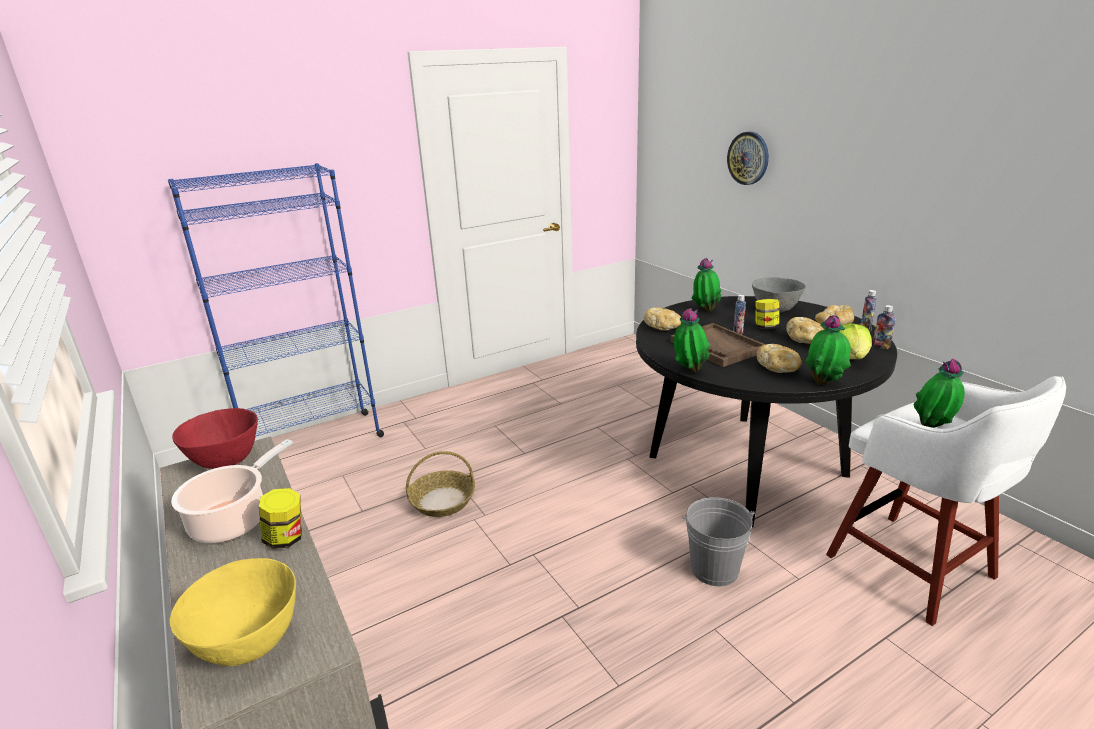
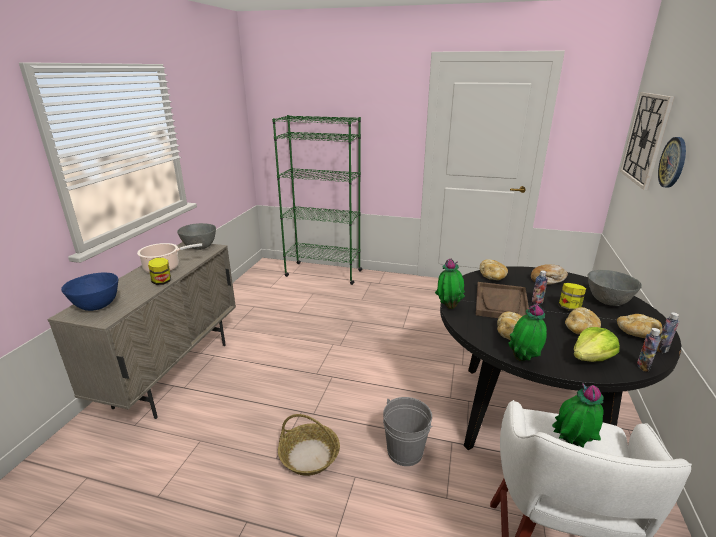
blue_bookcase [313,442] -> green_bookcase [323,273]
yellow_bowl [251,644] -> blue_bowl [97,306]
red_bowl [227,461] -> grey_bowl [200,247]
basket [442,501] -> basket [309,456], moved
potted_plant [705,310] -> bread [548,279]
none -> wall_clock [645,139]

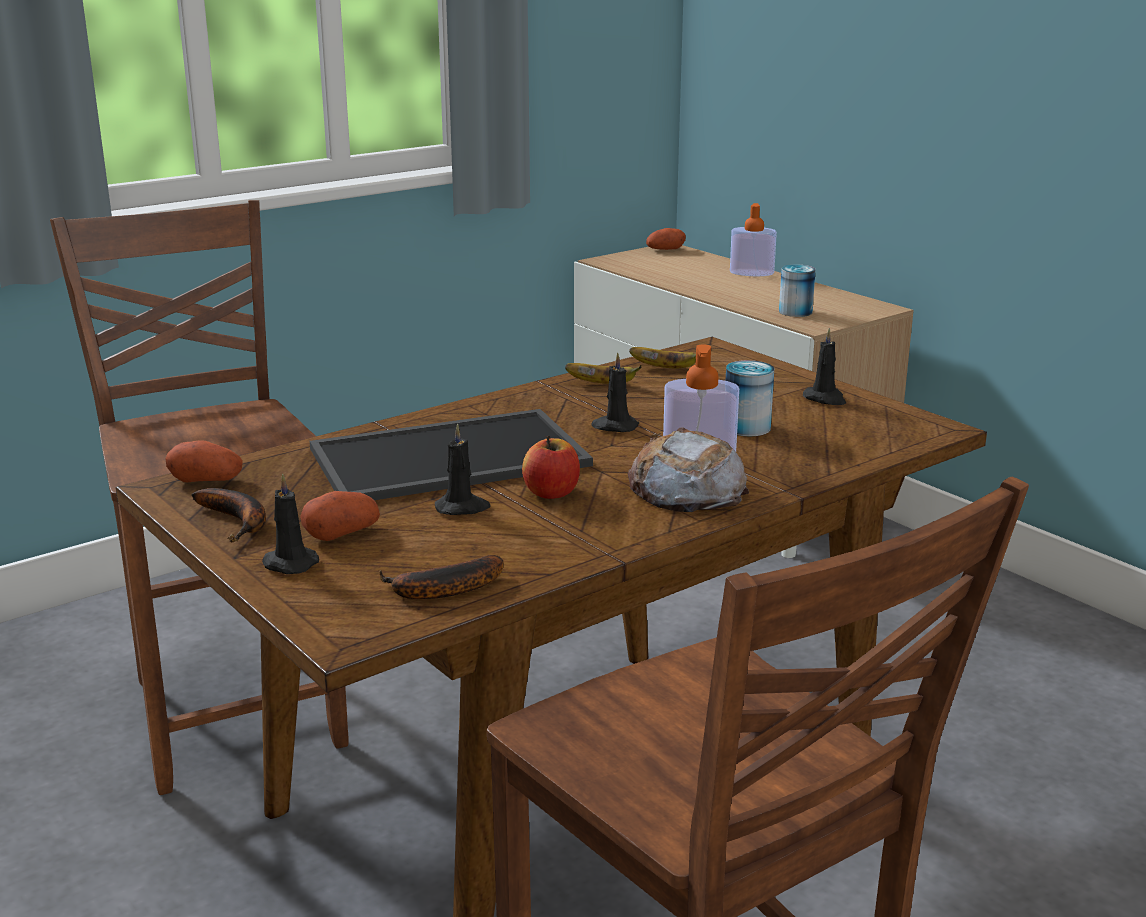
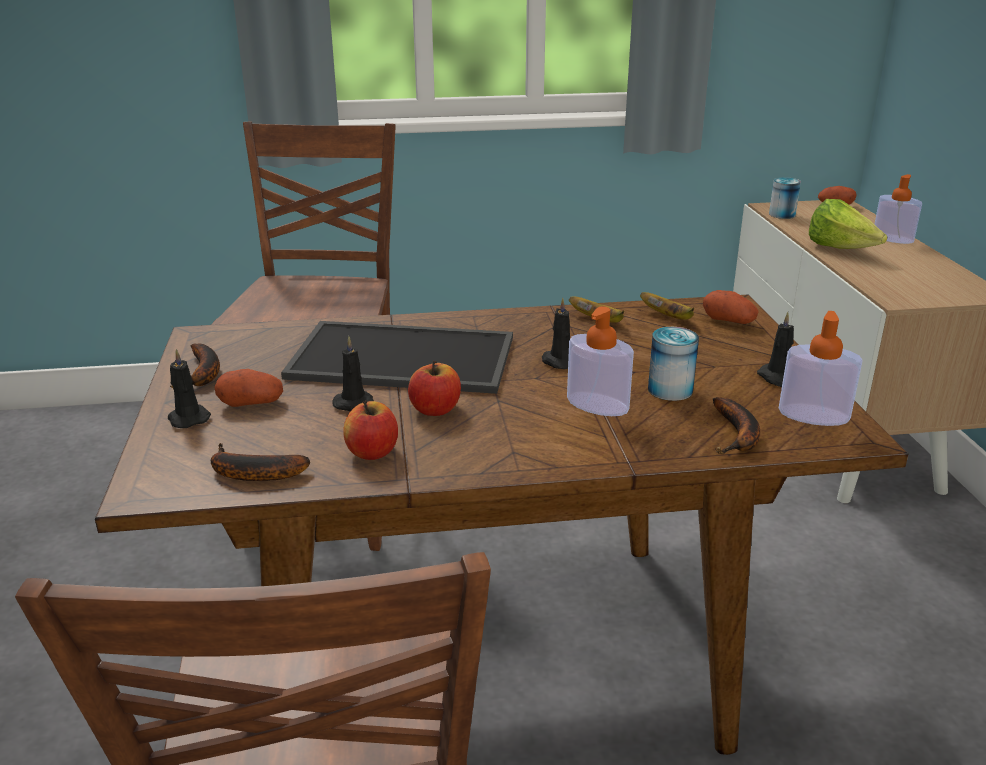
potato [206,480] -> potato [729,321], moved
bread [686,489] -> none
can [795,312] -> can [782,214], moved
none -> apple [372,452]
none -> banana [737,435]
none -> soap_dispenser [813,415]
none -> lettuce [840,249]

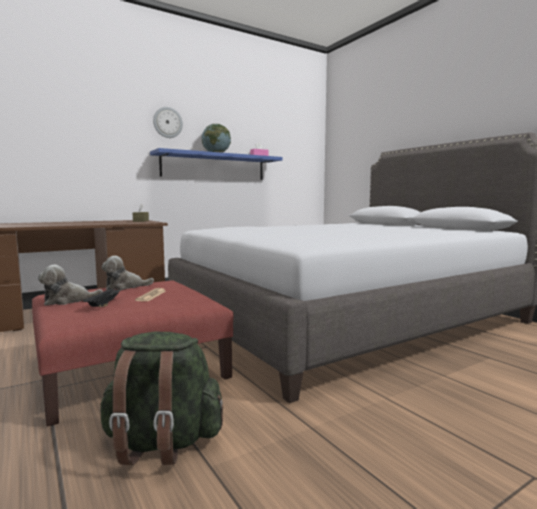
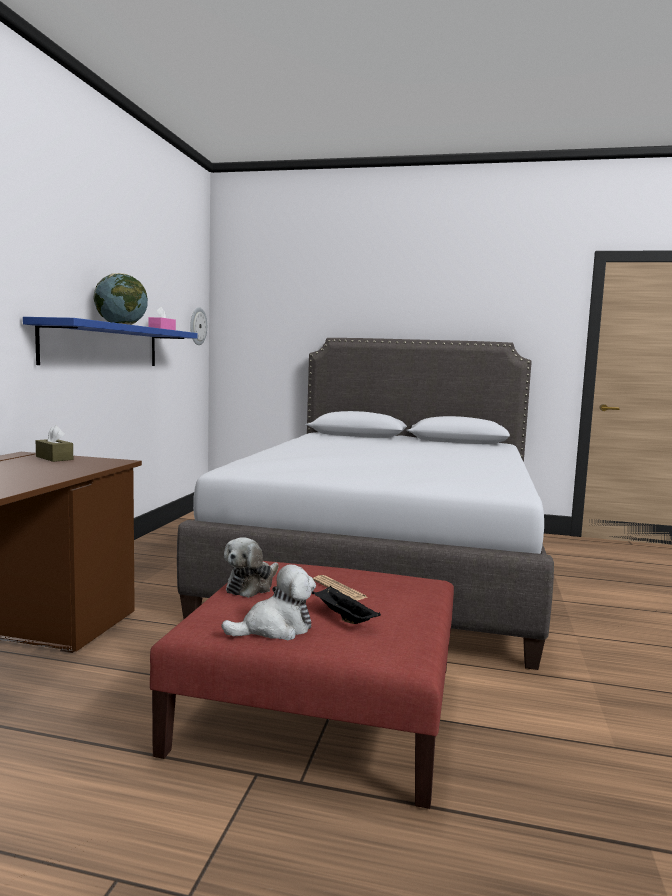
plush_toy [67,300] -> plush_toy [275,628], 135 degrees counterclockwise
green_backpack [162,443] -> none
wall_clock [167,122] -> wall_clock [197,326], moved

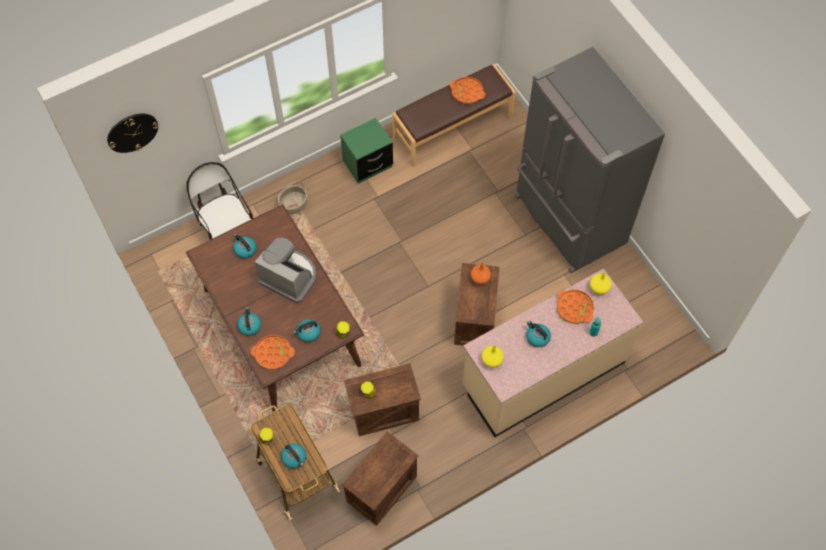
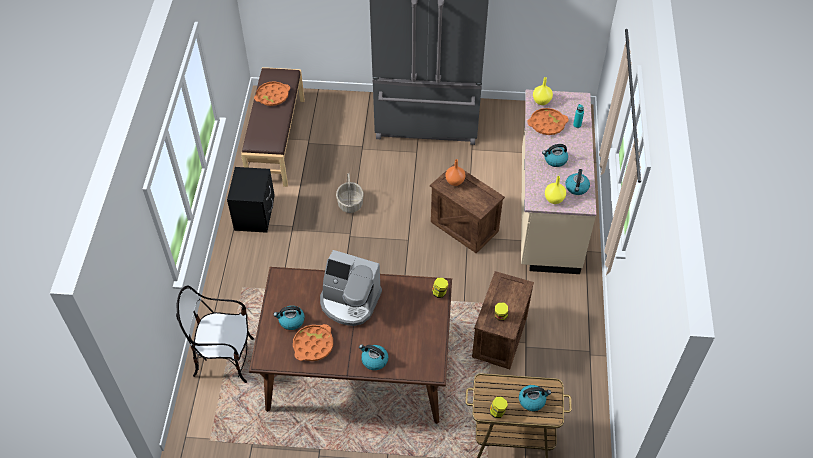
wall_clock [132,132] -> none
orange_tray [273,353] -> orange_tray [313,345], moved
coffee_machine [289,277] -> coffee_machine [349,301], 135 degrees counterclockwise
basket [294,204] -> basket [350,203], moved
kettle [308,333] -> kettle [577,188], moved
green_nightstand [367,164] -> black_nightstand [254,215]
crate [382,489] -> none

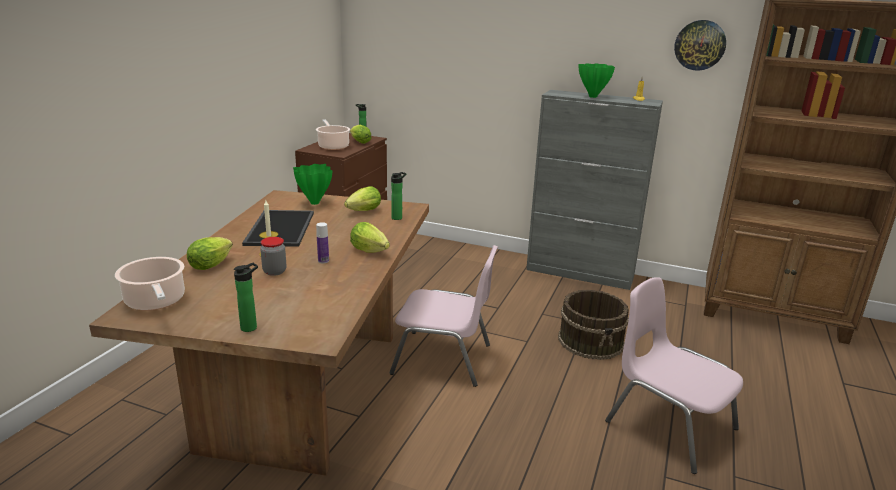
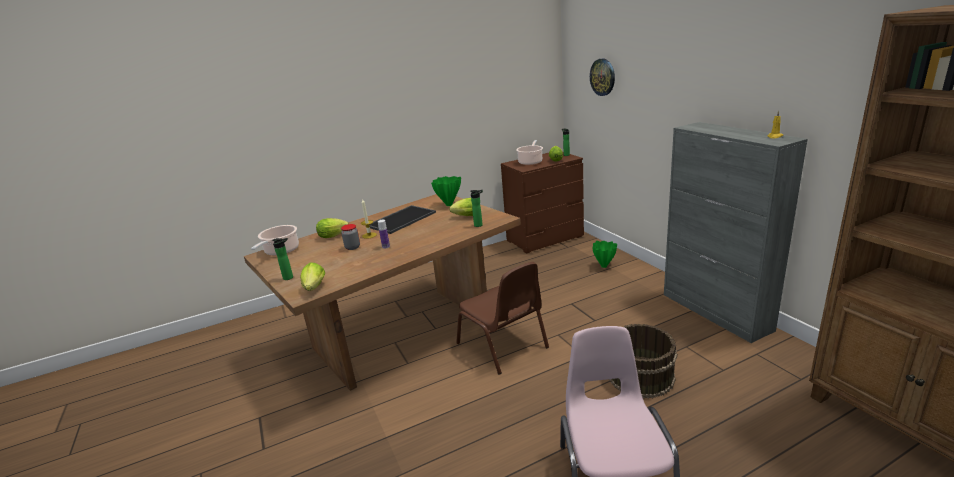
lettuce [371,252] -> lettuce [314,289], moved
pink_chair [443,359] -> brown_chair [503,346]
green_vase [593,97] -> green_vase [604,266], moved
wall_clock [700,45] -> wall_clock [602,77], moved

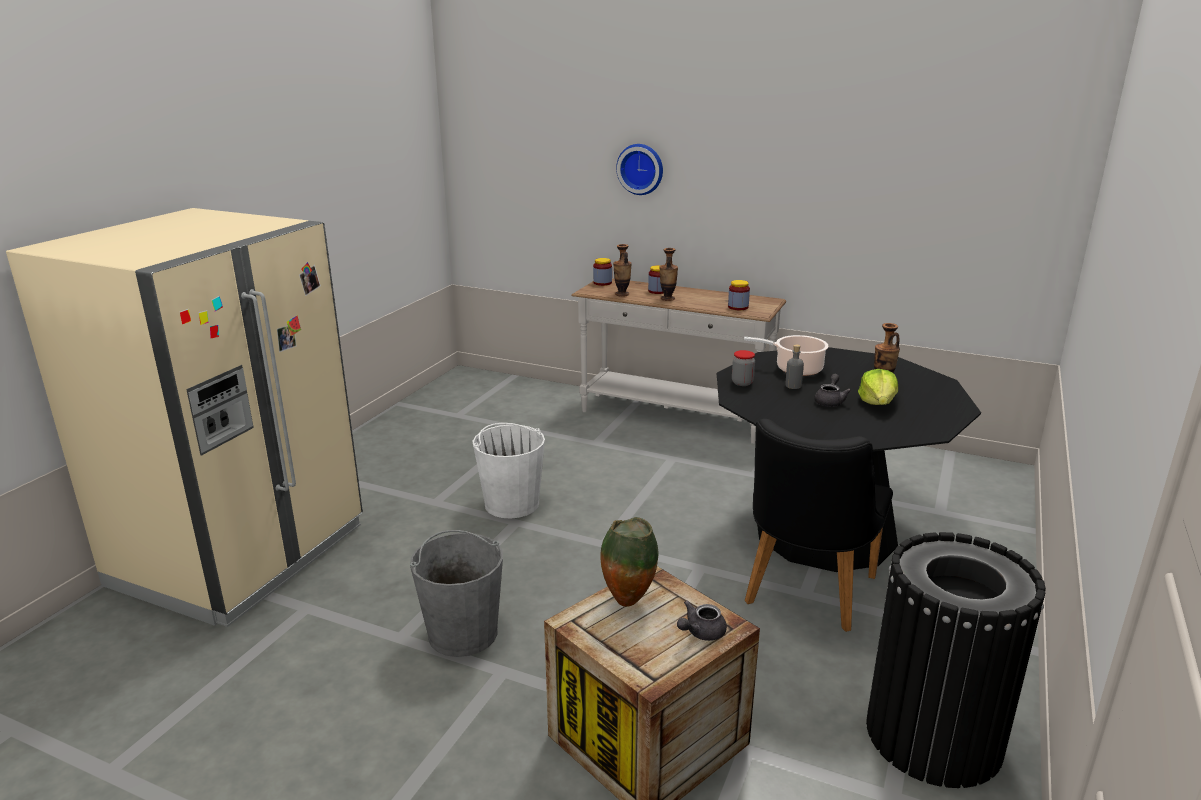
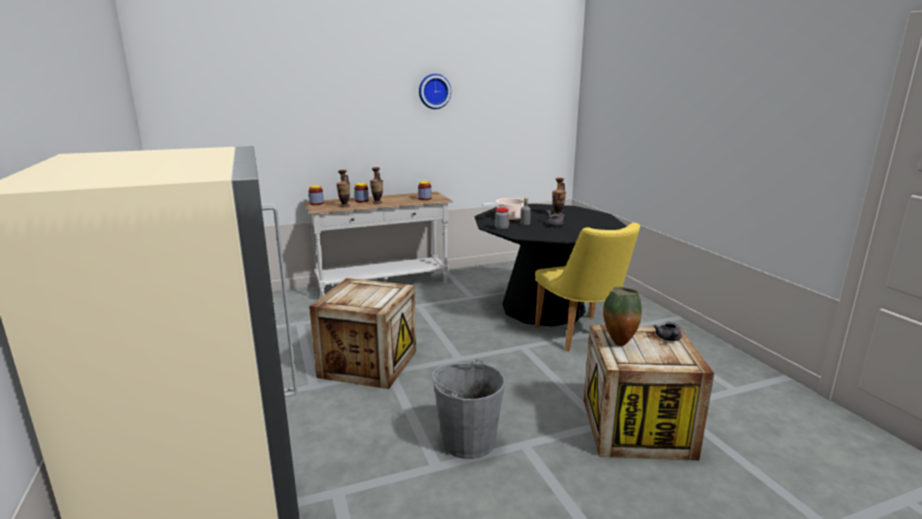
white_bucket [511,503] -> crate [368,364]
wall_clock [641,169] -> wall_clock [434,91], moved
black_chair [804,595] -> yellow_chair [582,336]
lettuce [877,403] -> none
black_trash_can [933,735] -> none

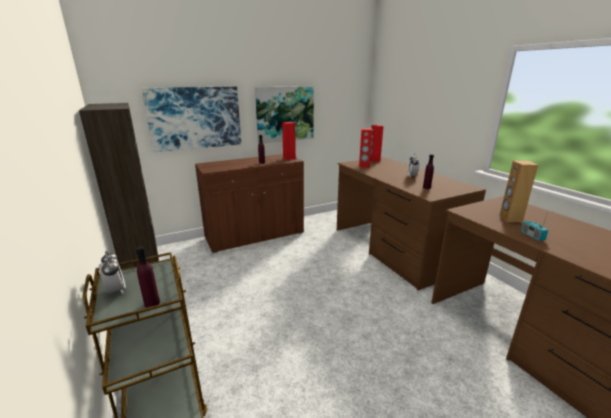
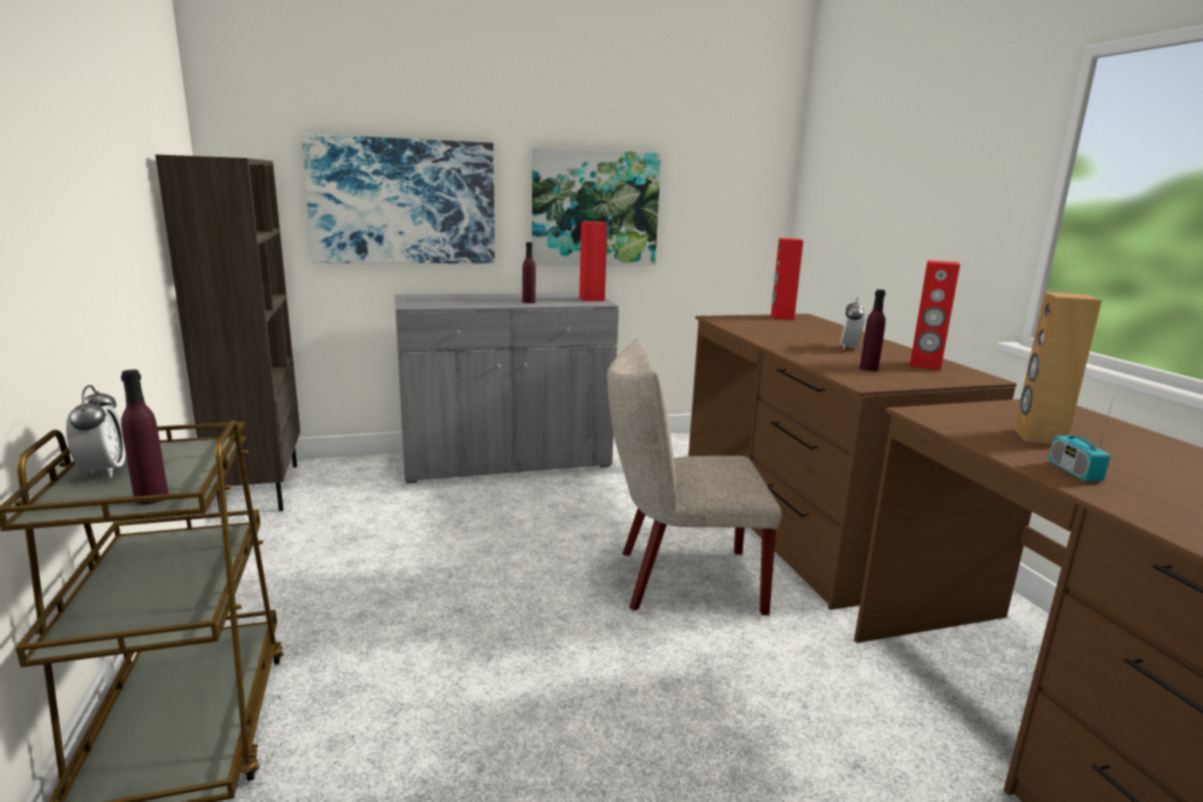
brown_cabinet [255,235] -> grey_cabinet [506,461]
red_speaker [364,166] -> red_speaker [925,365], moved
none -> beige_chair [679,580]

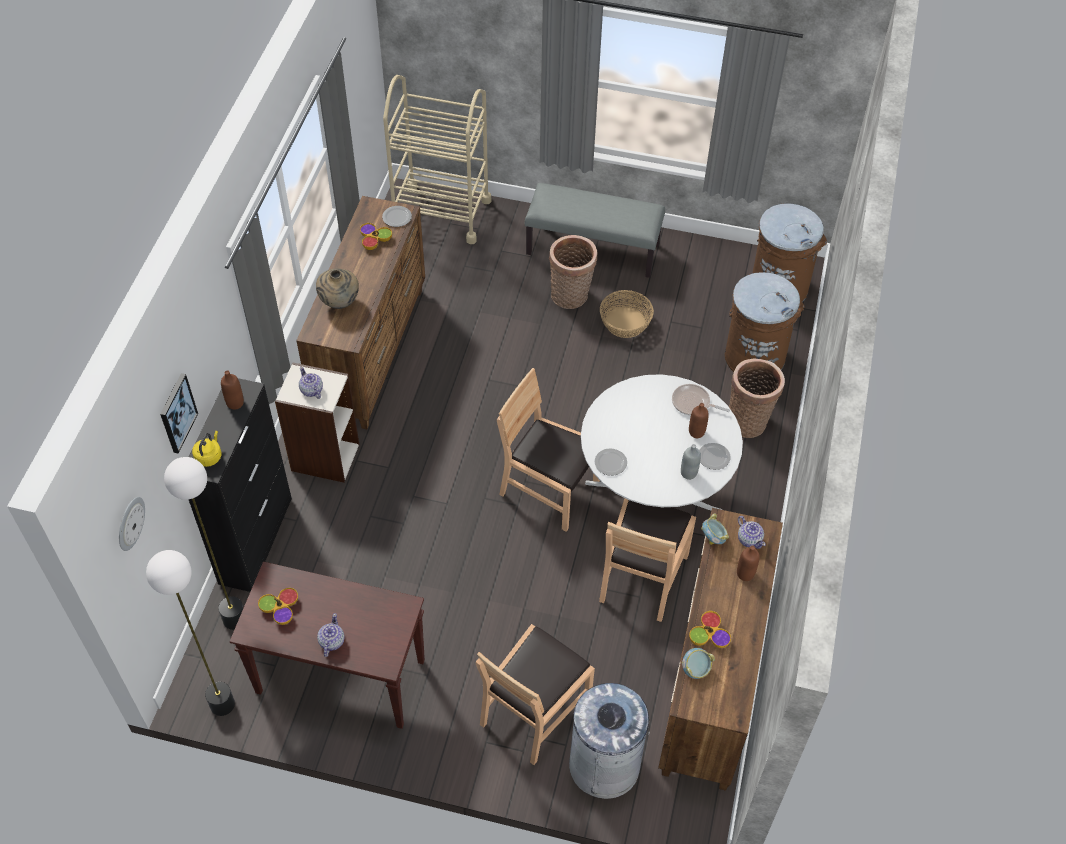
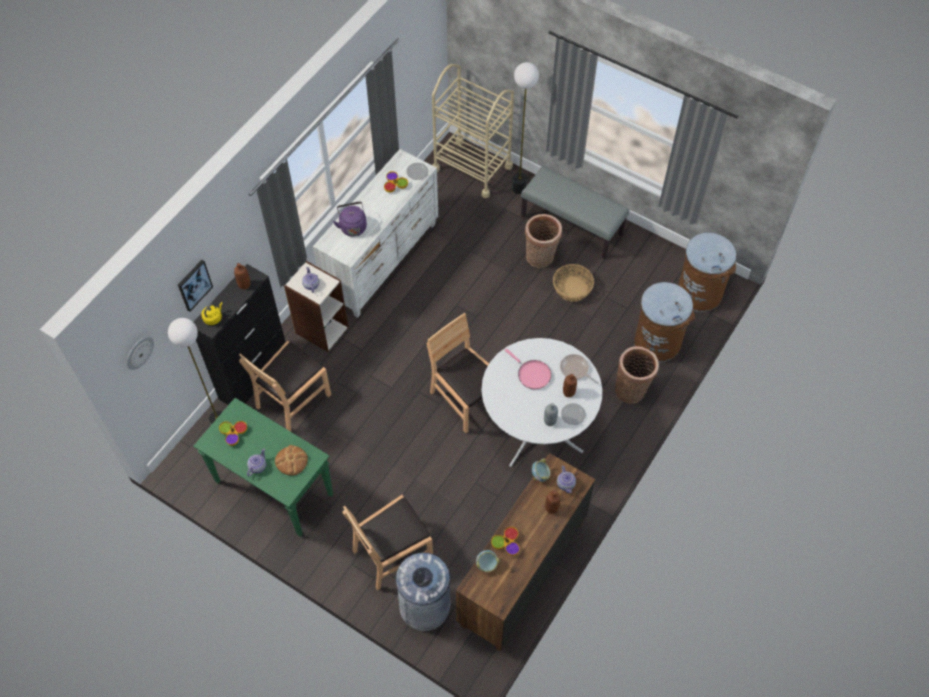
floor_lamp [222,704] -> floor_lamp [519,188], moved
brown_console_table [339,677] -> green_console_table [273,488]
brown_dresser [372,352] -> white_dresser [382,261]
beige_vase [340,303] -> purple_kettle [352,226]
plate [611,463] -> none
brown_chair [642,577] -> brown_chair [292,400], moved
none -> bread [291,461]
none -> pink_frying_pan [532,374]

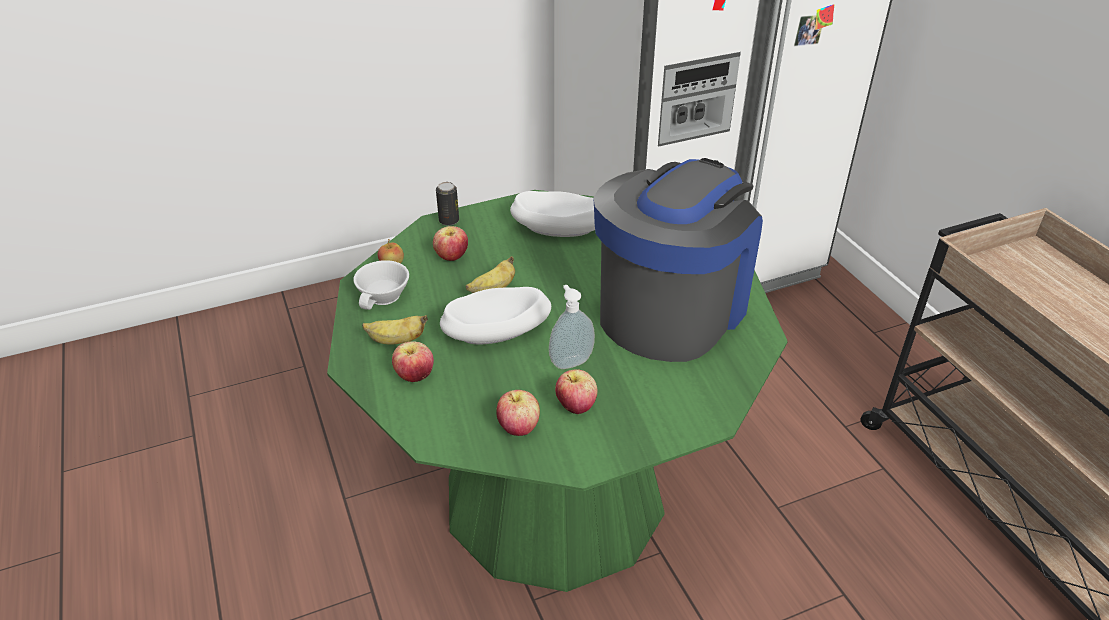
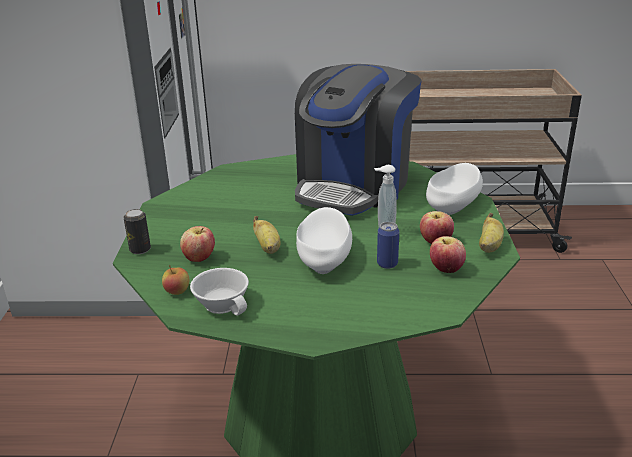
banana [396,341] -> banana [489,246], moved
apple [415,376] -> none
white_bowl [558,229] -> white_bowl [453,203], moved
coffee_machine [672,309] -> coffee_machine [354,186], 120 degrees counterclockwise
none -> can [387,264]

